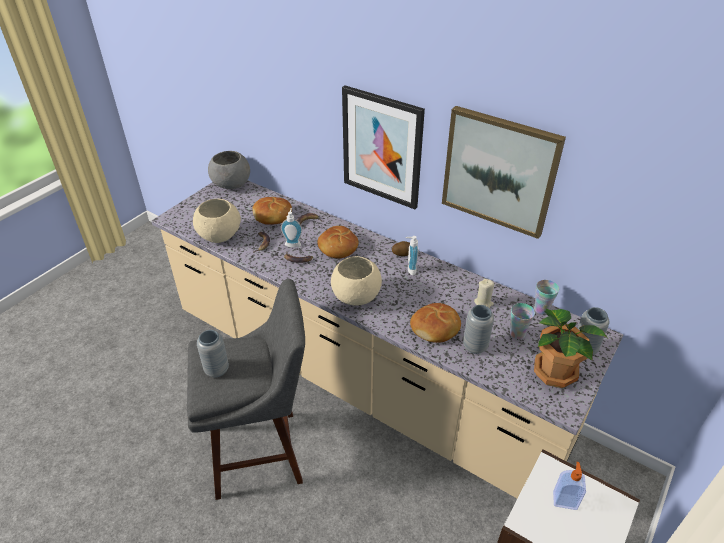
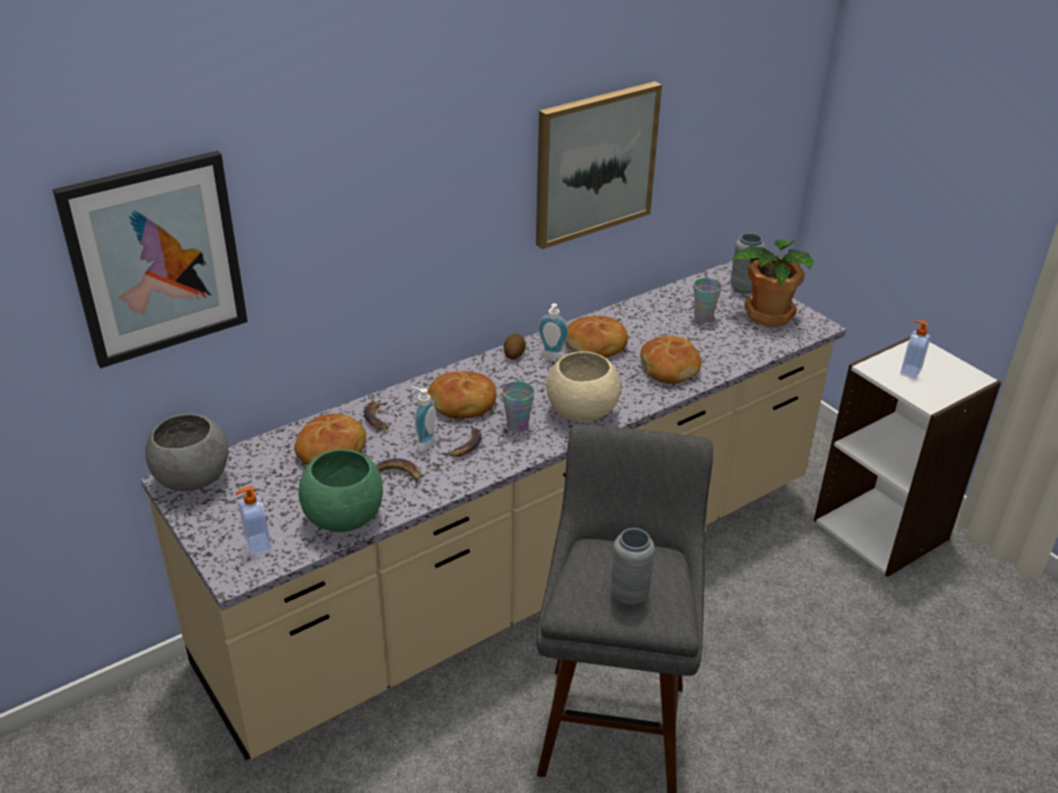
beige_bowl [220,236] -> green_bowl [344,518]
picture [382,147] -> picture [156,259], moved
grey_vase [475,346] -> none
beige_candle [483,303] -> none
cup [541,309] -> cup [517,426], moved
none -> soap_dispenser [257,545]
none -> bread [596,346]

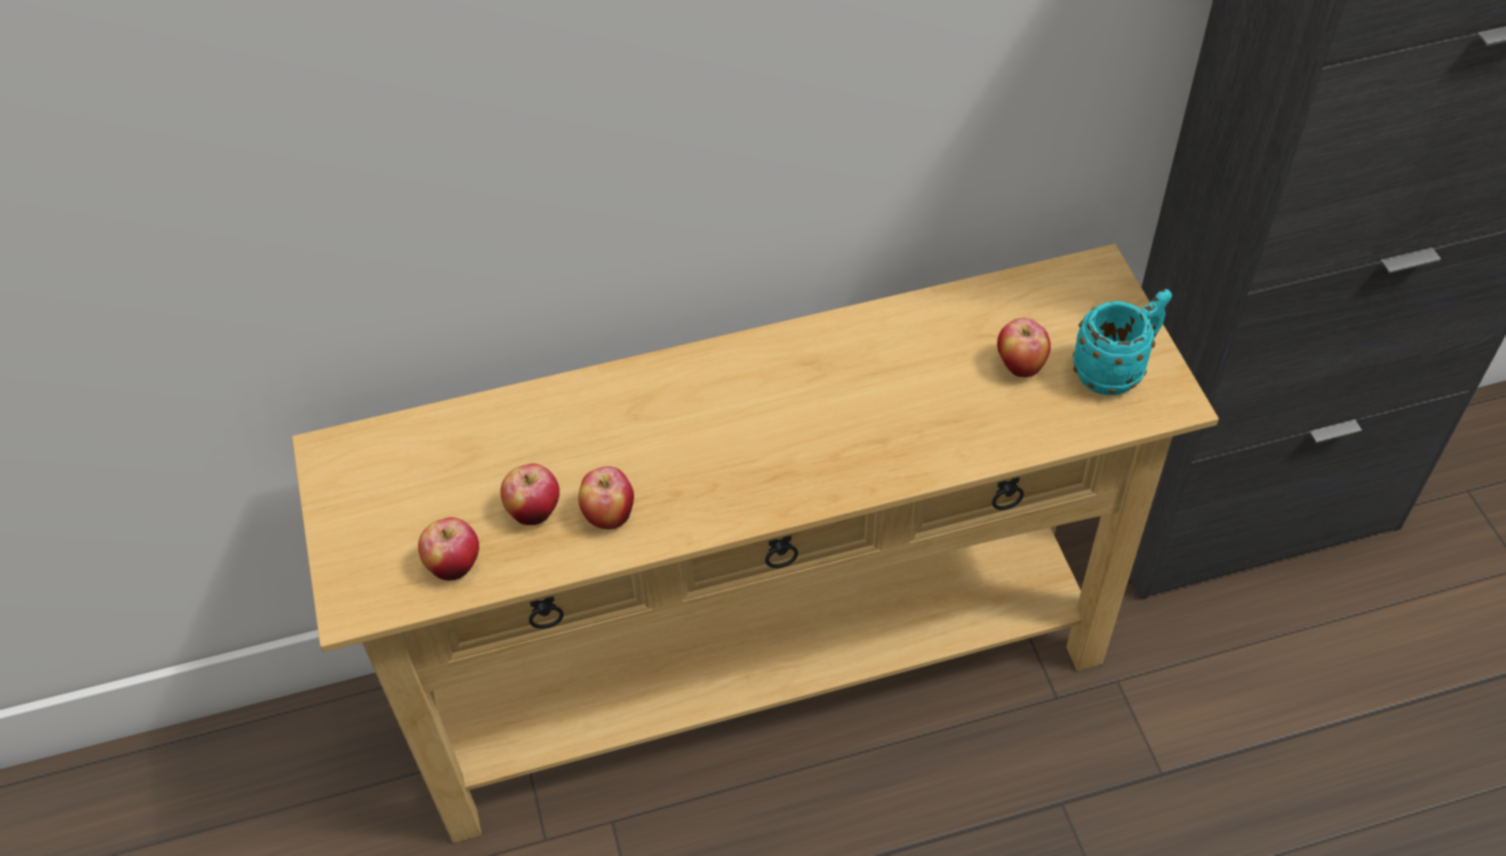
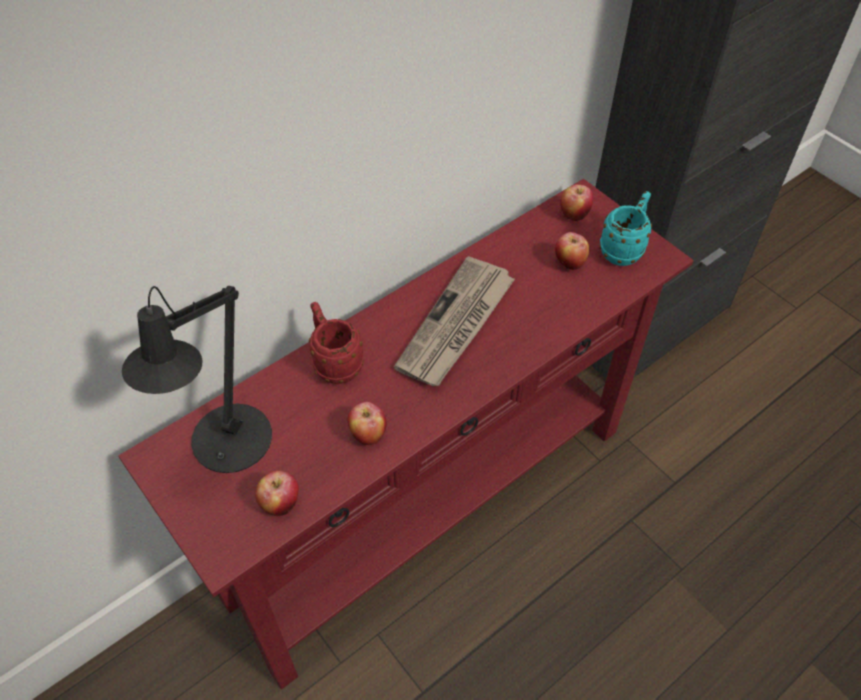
beige_console_table [763,675] -> red_console_table [429,509]
apple [534,511] -> apple [574,215], moved
none -> black_table_lamp [226,448]
none -> red_mug [334,363]
none -> newspaper [456,325]

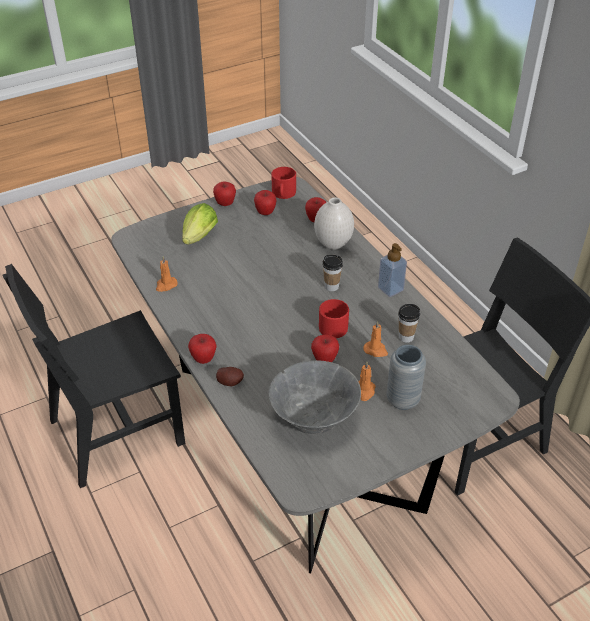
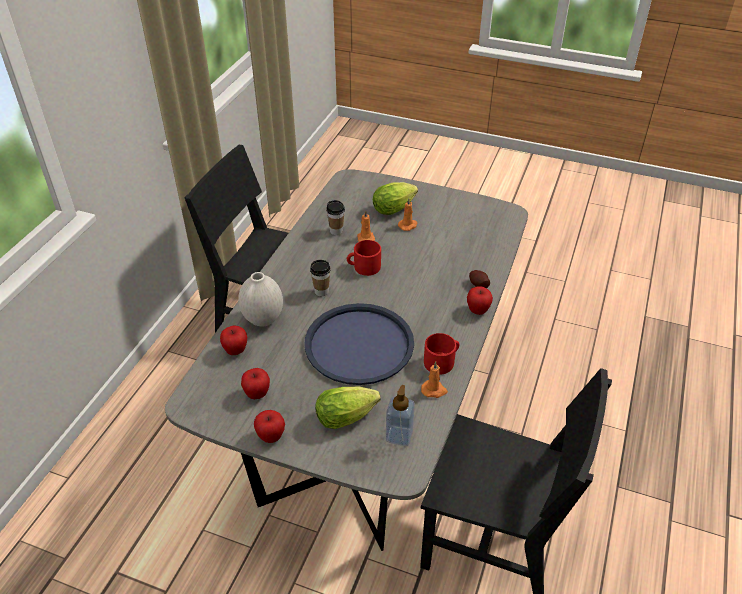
grey_bowl [313,420] -> none
red_mug [283,193] -> red_mug [442,361], moved
apple [324,359] -> none
soap_dispenser [390,289] -> soap_dispenser [399,435], moved
grey_vase [402,400] -> lettuce [395,208]
none -> blue_tray [359,344]

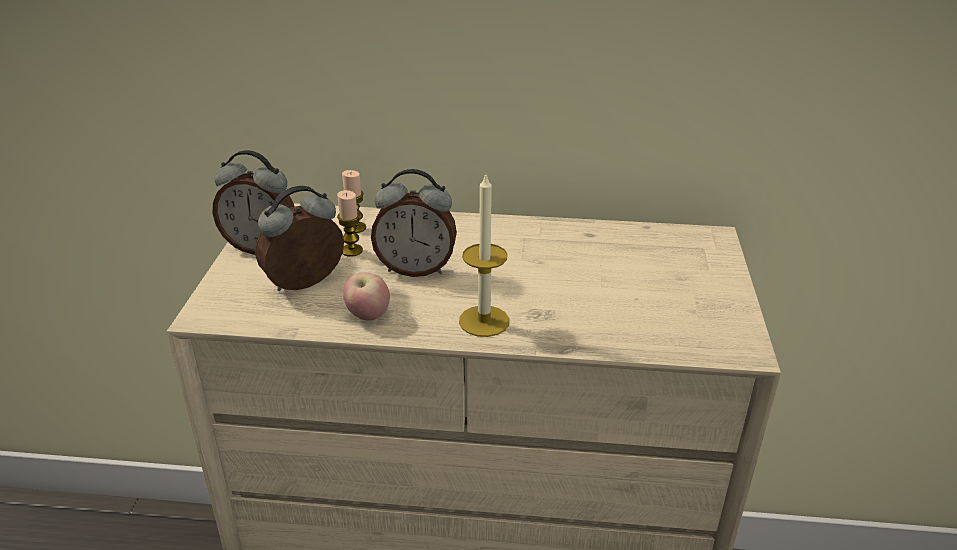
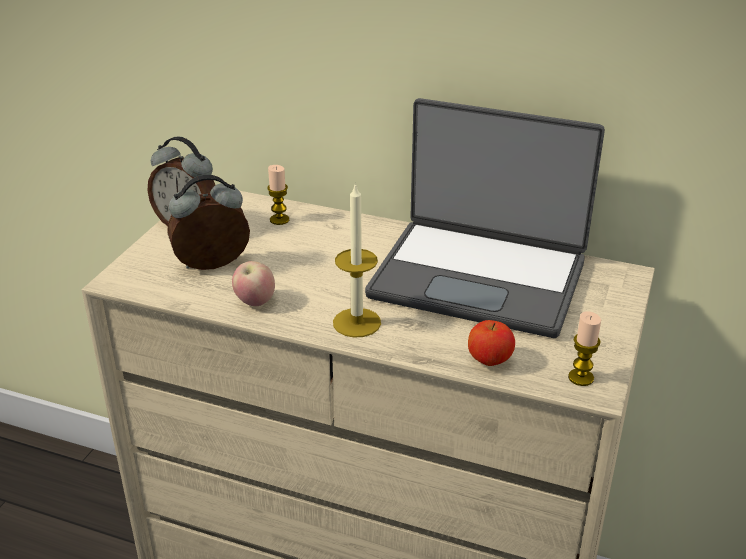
candle [351,250] -> candle [581,378], moved
alarm_clock [416,269] -> none
none -> laptop [479,277]
none -> apple [489,361]

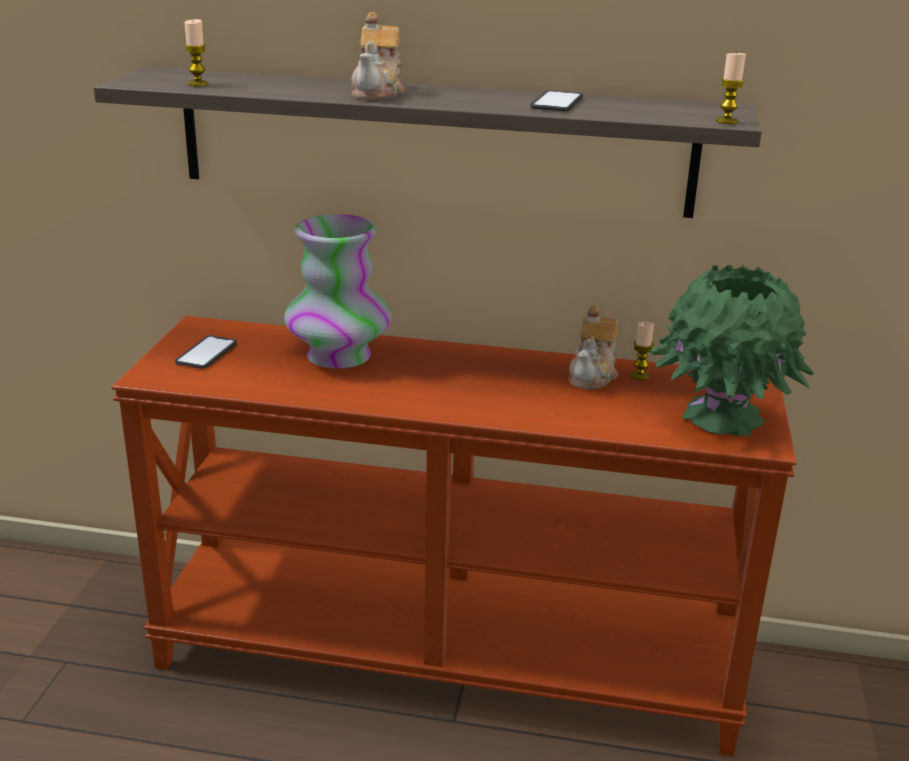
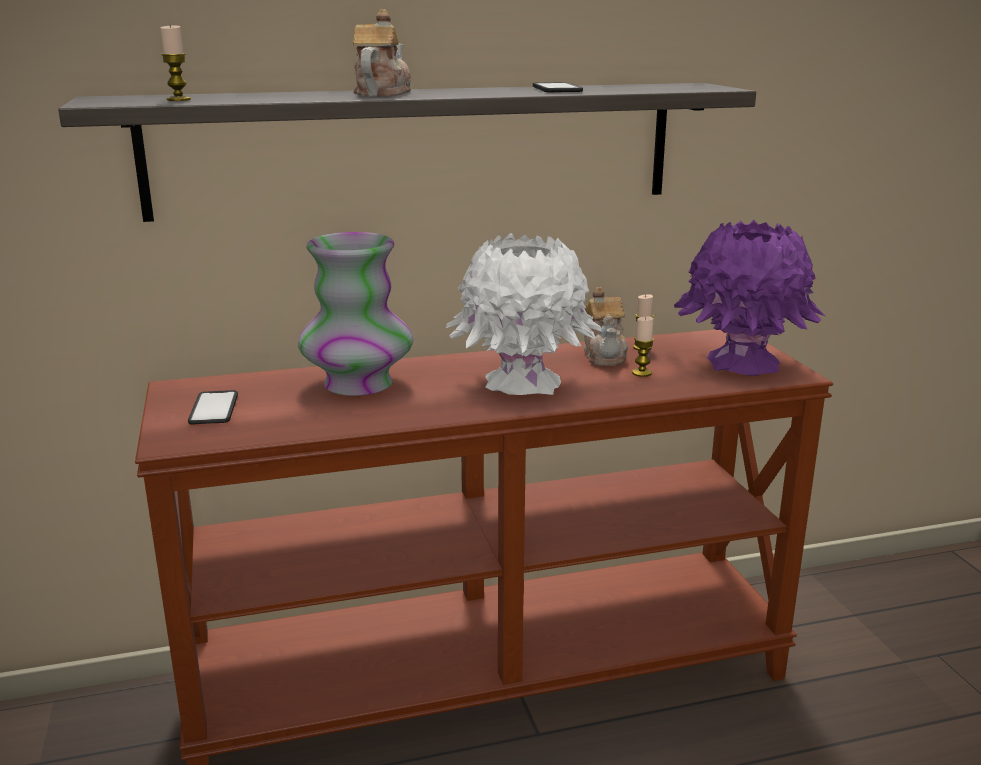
teapot [378,92] -> teapot [381,93], 150 degrees counterclockwise
green_vase [721,417] -> purple_vase [742,363]
candle [726,121] -> candle [641,373], moved
none -> white_vase [523,384]

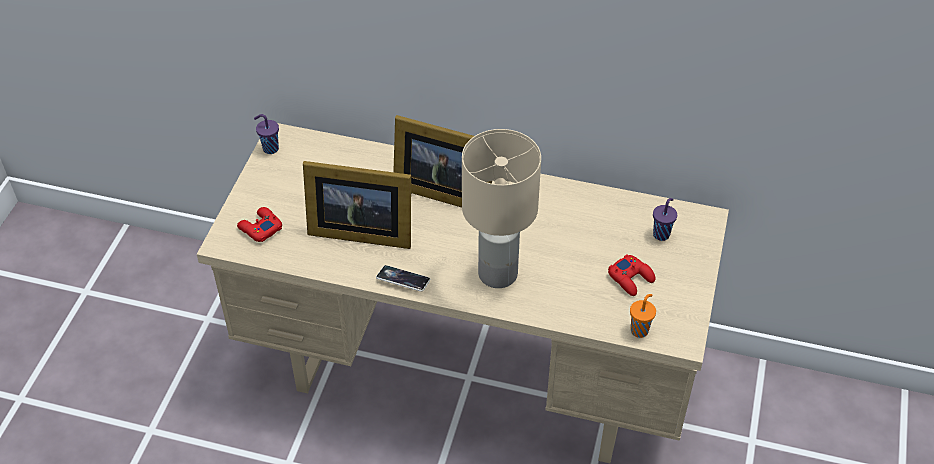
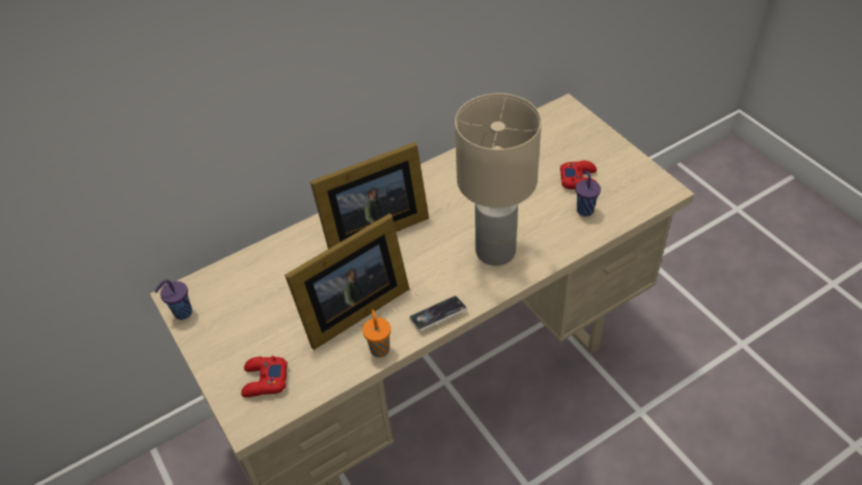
orange_cup [640,330] -> orange_cup [379,348], moved
purple_cup [661,234] -> purple_cup [584,210], moved

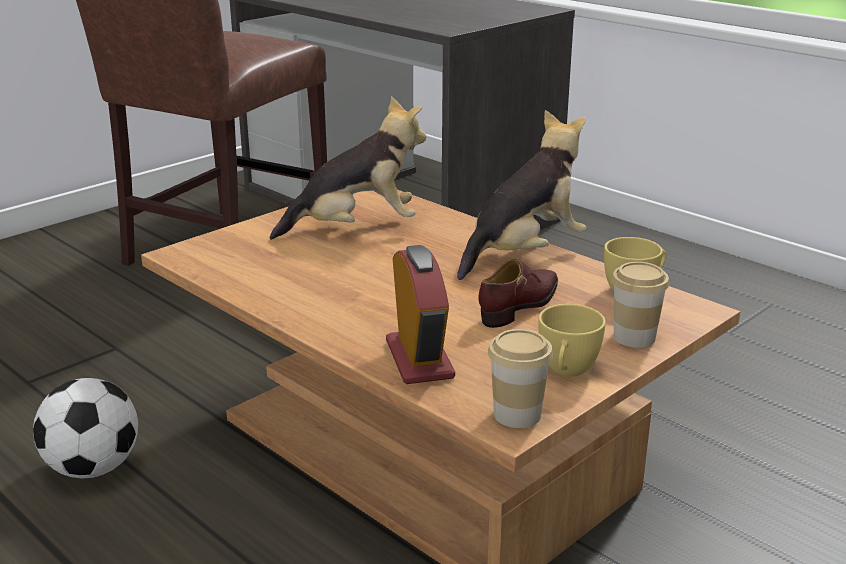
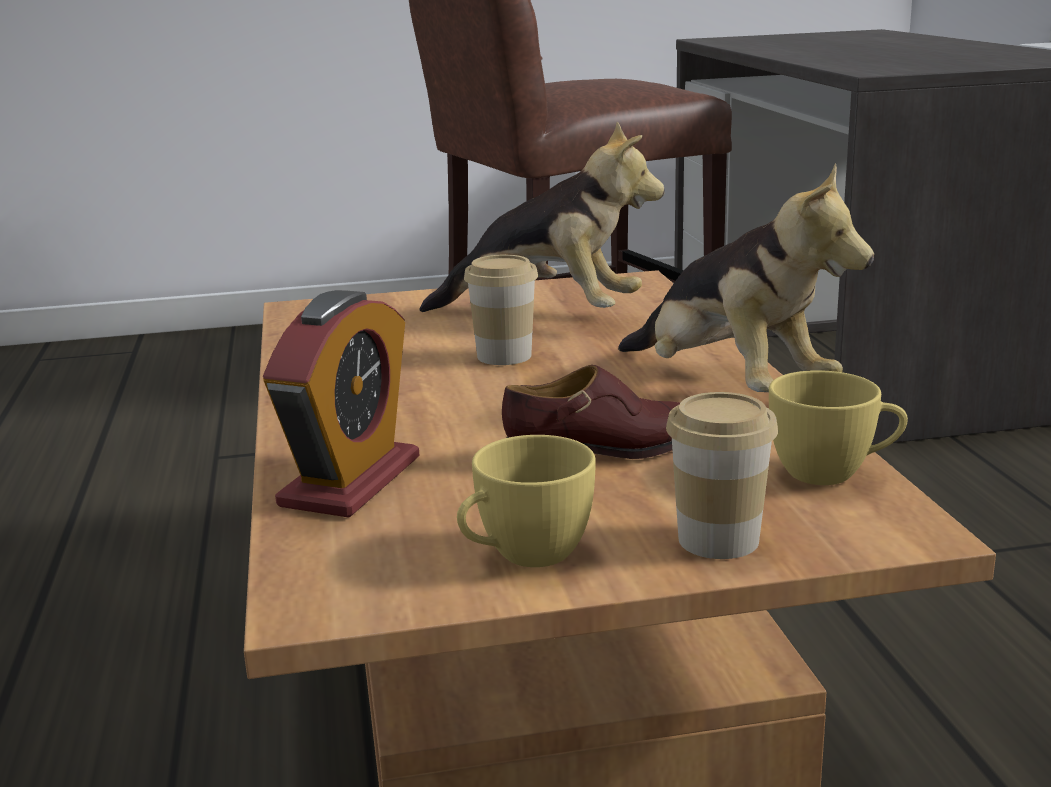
football [93,468] -> none
plush_toy [524,253] -> plush_toy [729,387], 60 degrees clockwise
cup [517,414] -> cup [504,356], moved

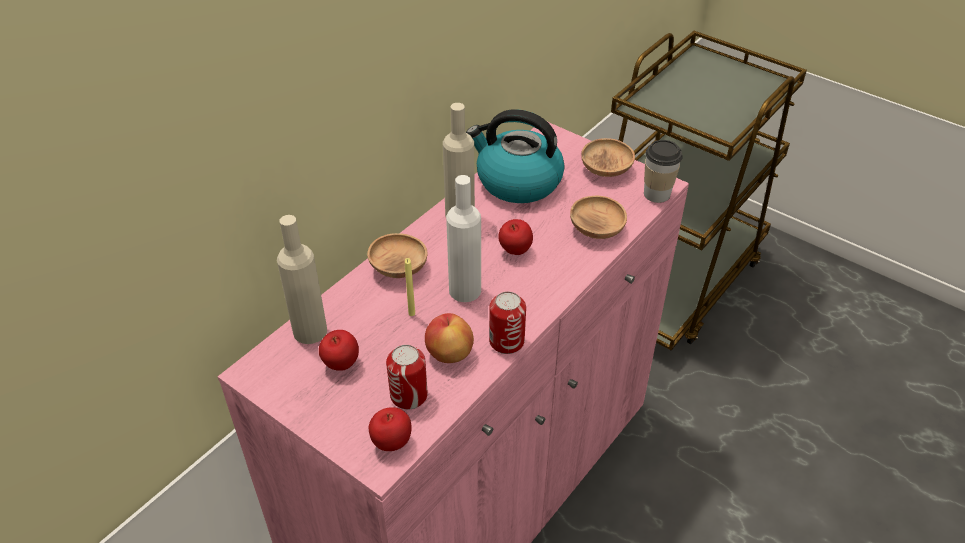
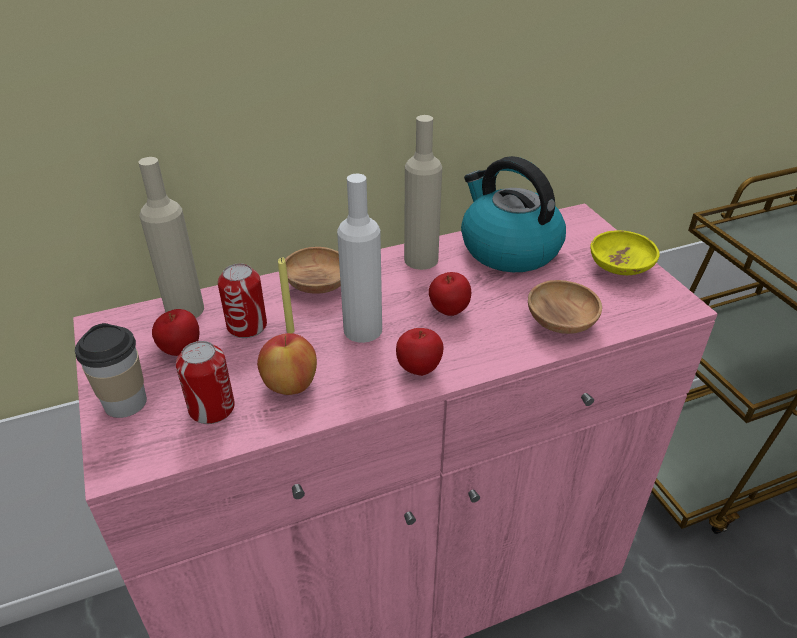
apple [391,443] -> apple [418,369], moved
can [506,341] -> can [247,326], moved
brown_bowl [606,169] -> yellow_bowl [620,268]
cup [657,194] -> cup [125,403], moved

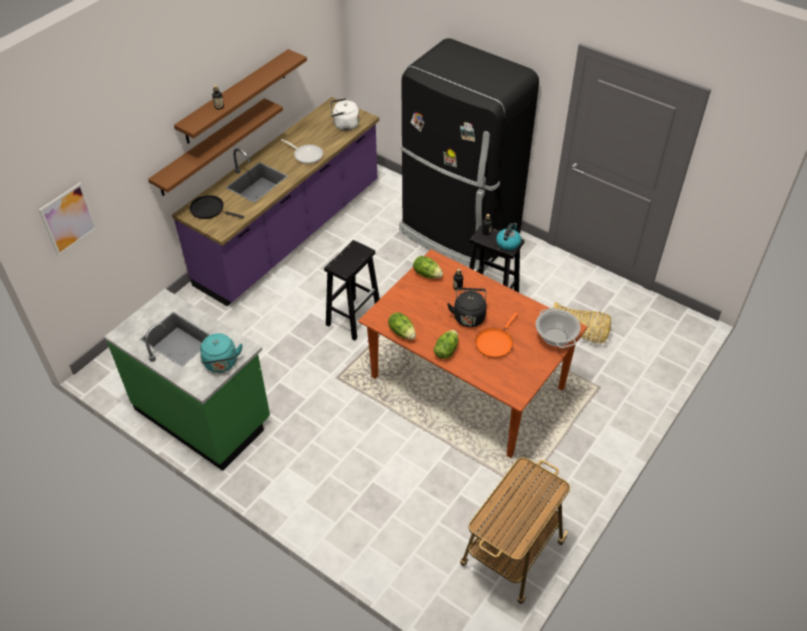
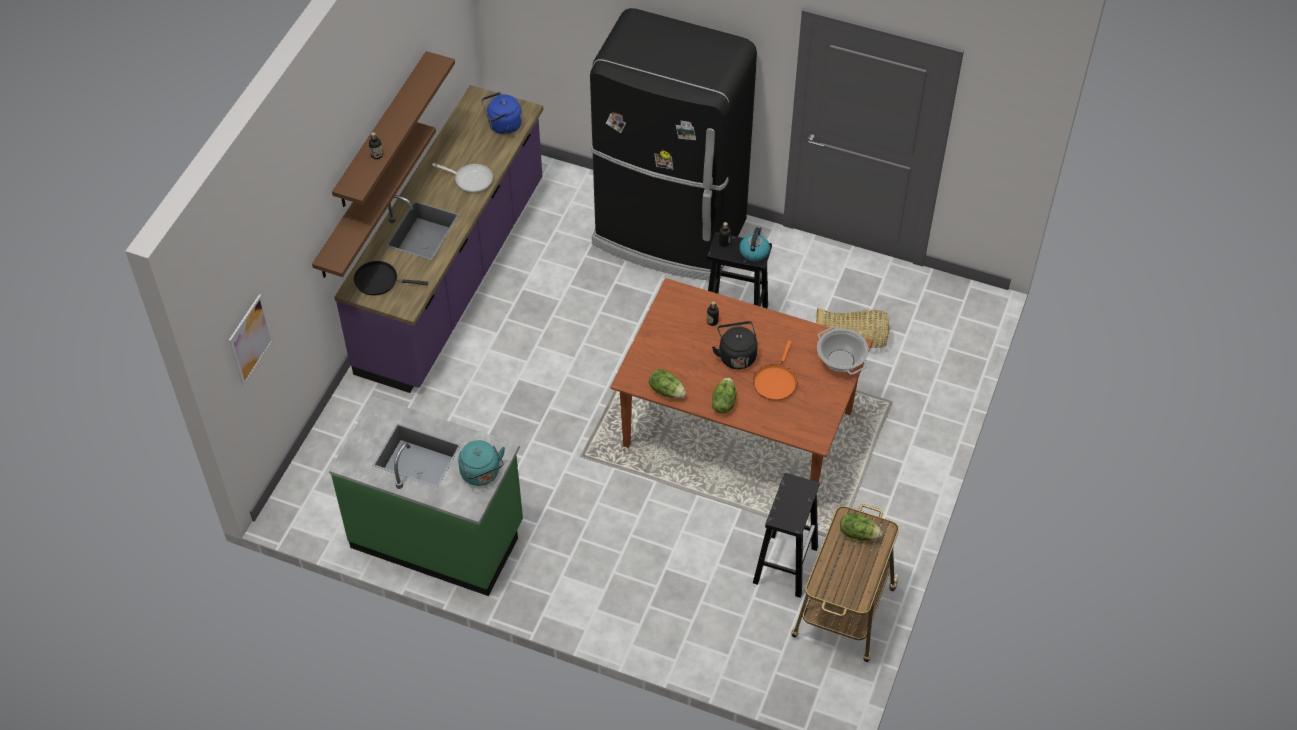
black_stool [354,318] -> black_stool [785,563], moved
white_kettle [344,125] -> blue_kettle [502,126]
lettuce [427,274] -> lettuce [858,533], moved

